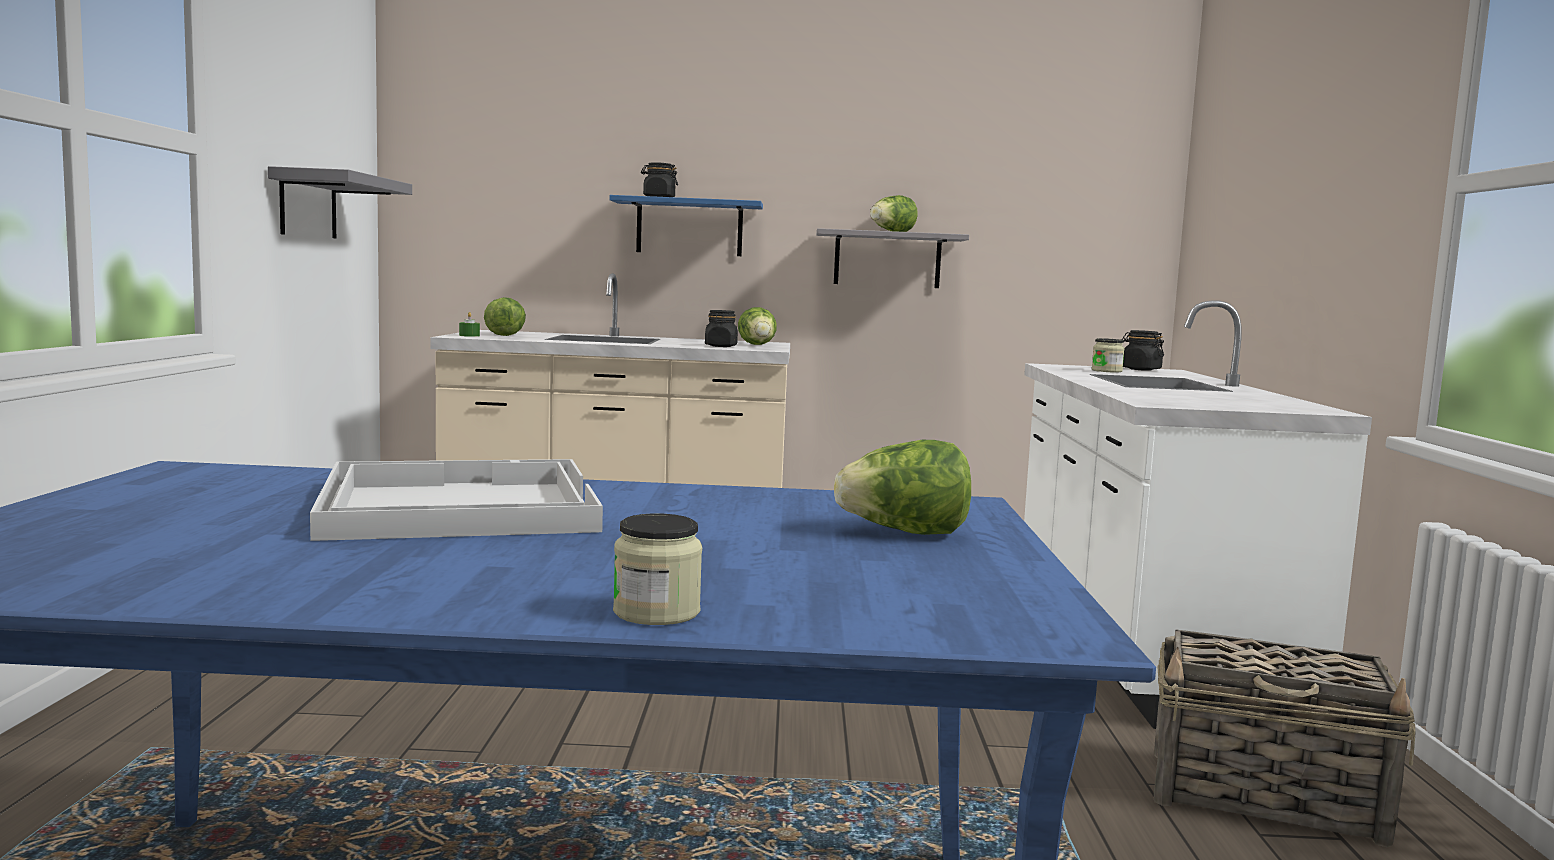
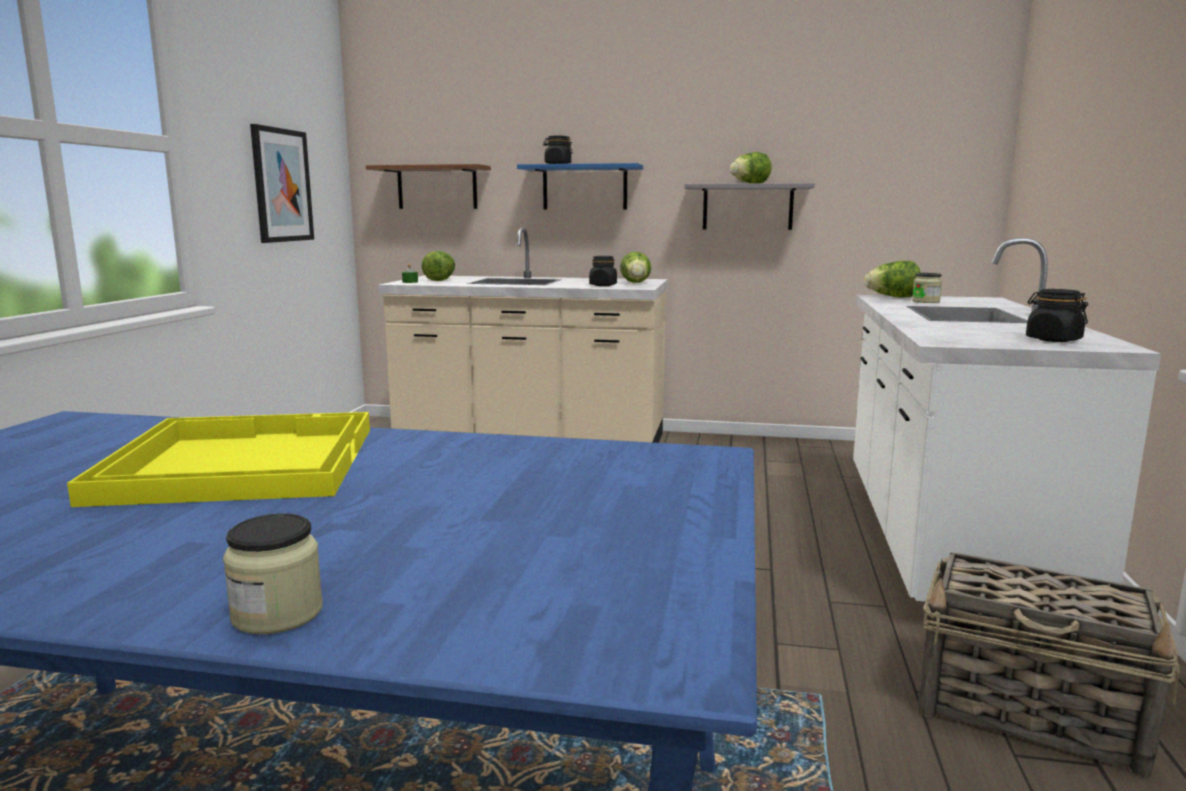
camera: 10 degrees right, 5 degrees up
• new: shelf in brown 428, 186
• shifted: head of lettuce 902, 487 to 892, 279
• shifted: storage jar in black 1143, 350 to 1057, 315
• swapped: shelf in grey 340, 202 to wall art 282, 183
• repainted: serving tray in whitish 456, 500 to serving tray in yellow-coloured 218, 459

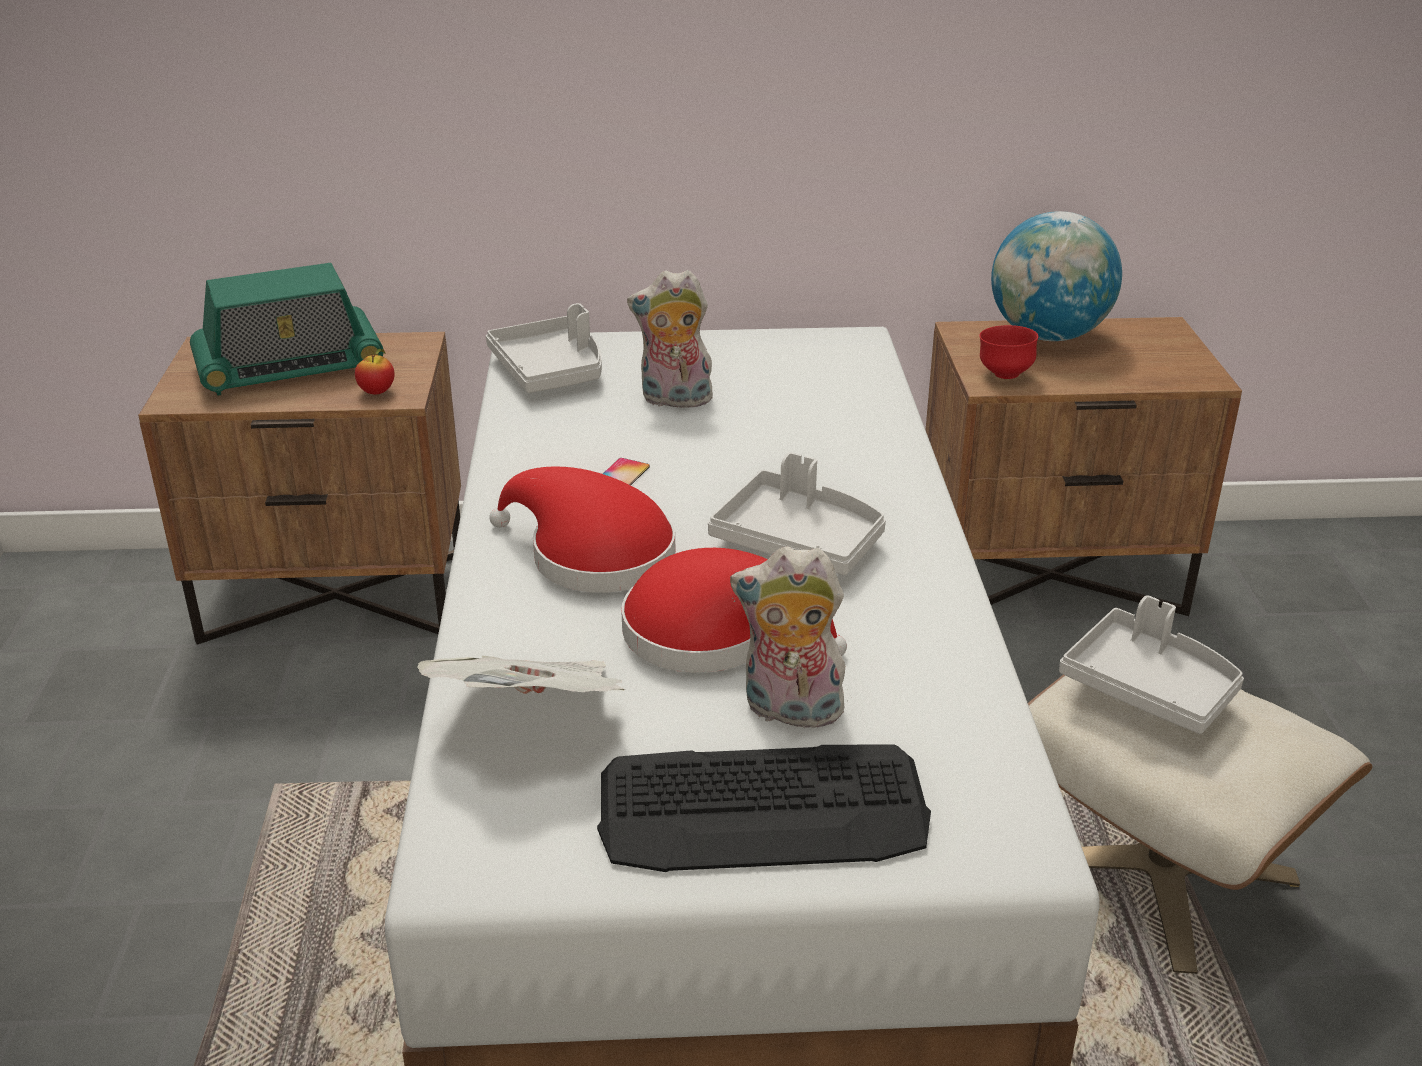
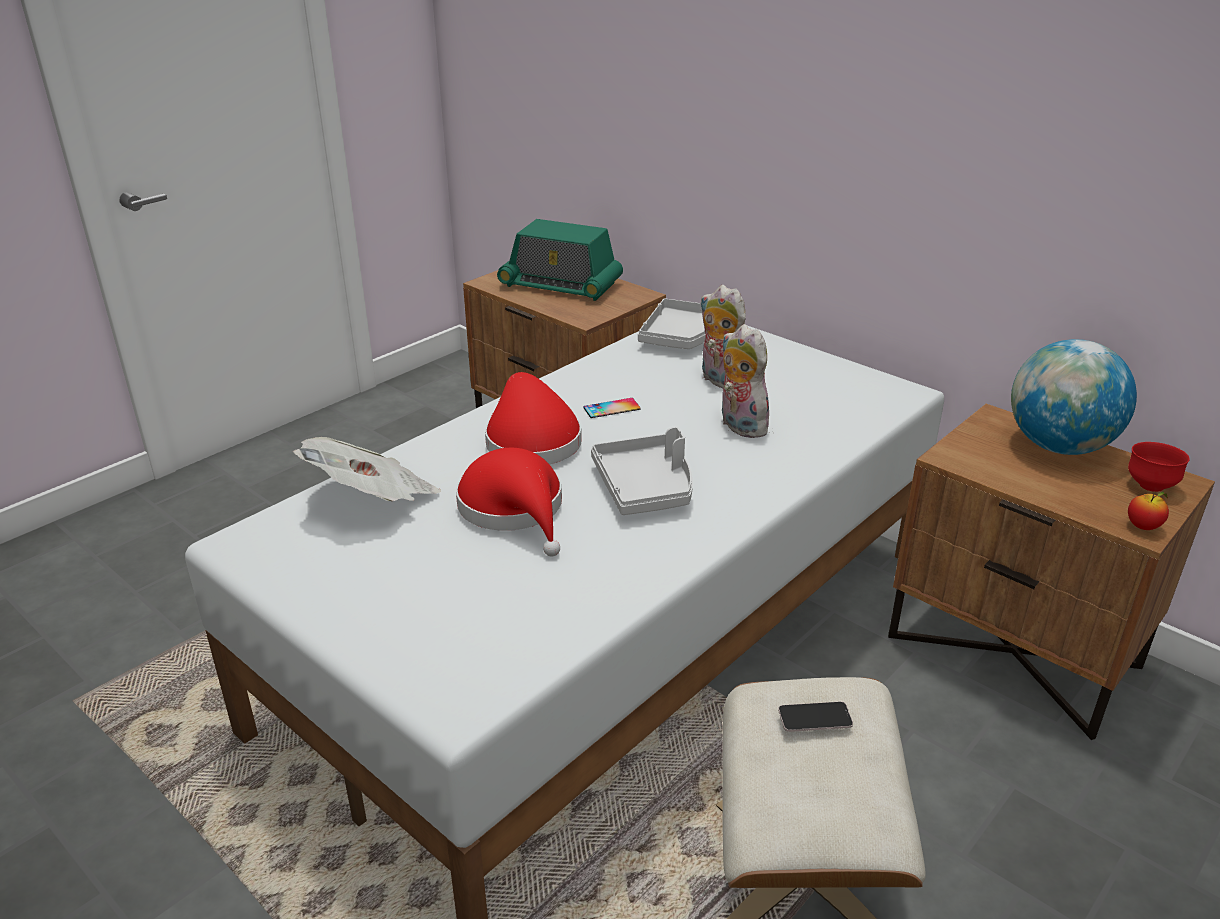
camera: 45 degrees right, 0 degrees up
• gone: keyboard 764, 808
• shifted: apple fruit 375, 371 to 1148, 511
• shifted: plush toy 791, 637 to 745, 381
• shifted: bowl in red-coloured 1008, 352 to 1159, 467
• swapped: serving tray in grey 1151, 664 to handset 815, 717

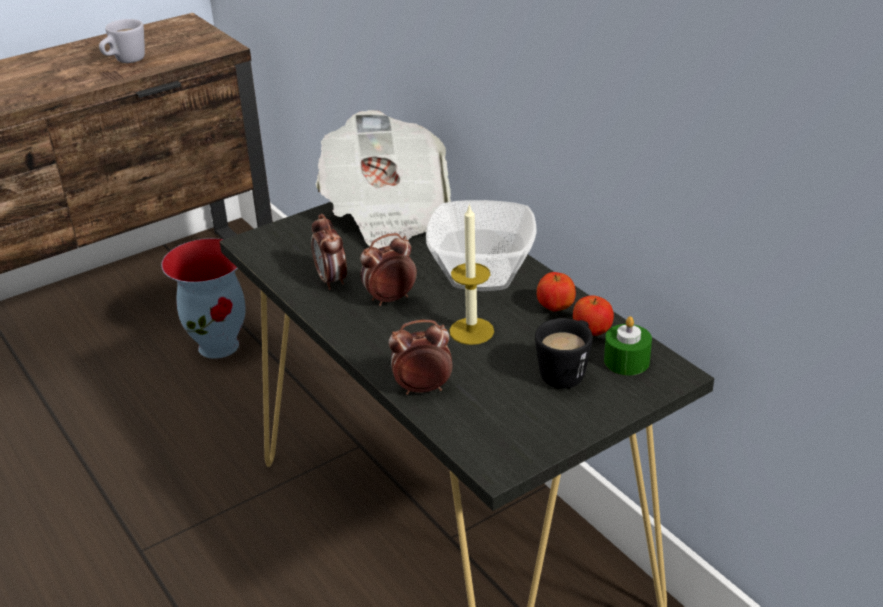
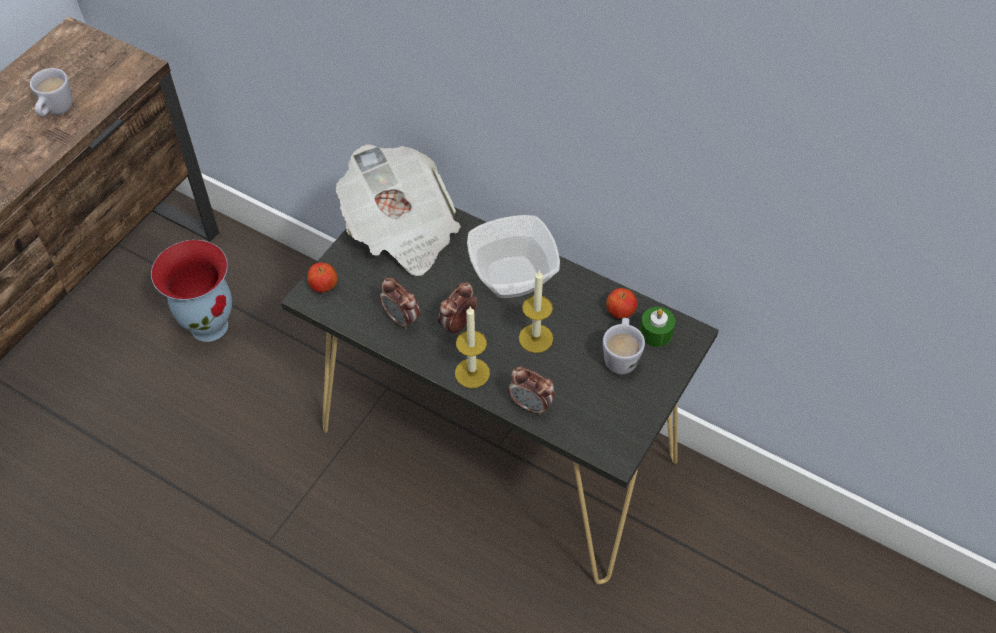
camera: 25 degrees left, 20 degrees up
• new: wax light 472, 347
• shifted: apple fruit 556, 292 to 322, 278
• repainted: tea mug in black 564, 353 to tea mug in whitish 624, 346
• rotated: table clock 421, 357 = 531, 391 120 degrees counterclockwise

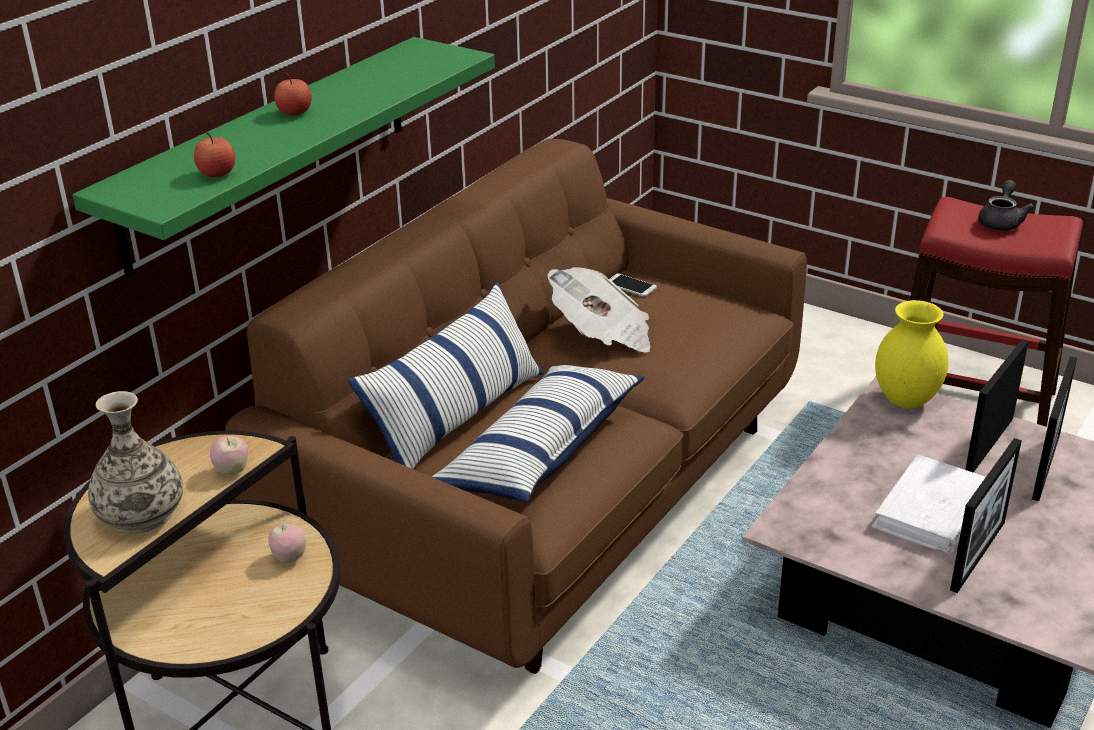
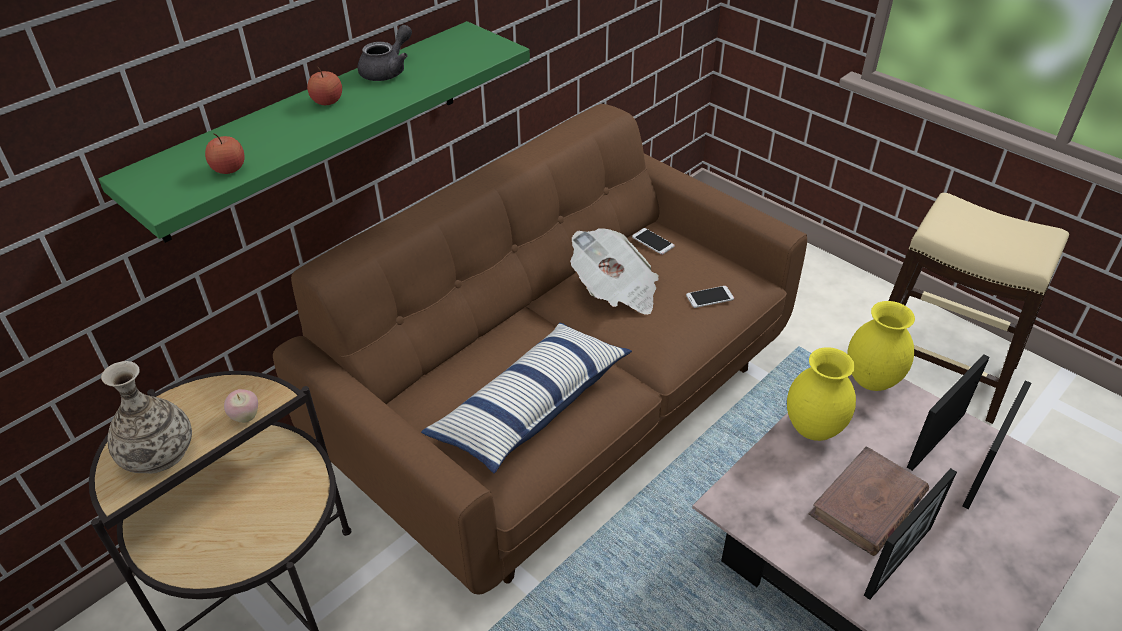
camera: 10 degrees right, 10 degrees up
• gone: apple fruit 287, 543
• gone: cushion 445, 375
• new: handset 710, 297
• new: vase in yellow-coloured 821, 394
• shifted: pot for tea in grey 1006, 205 to 384, 53
• repainted: bound book in whitish 928, 505 to bound book in brown 869, 501
• repainted: stool in red-coloured 996, 312 to stool in beige 979, 308

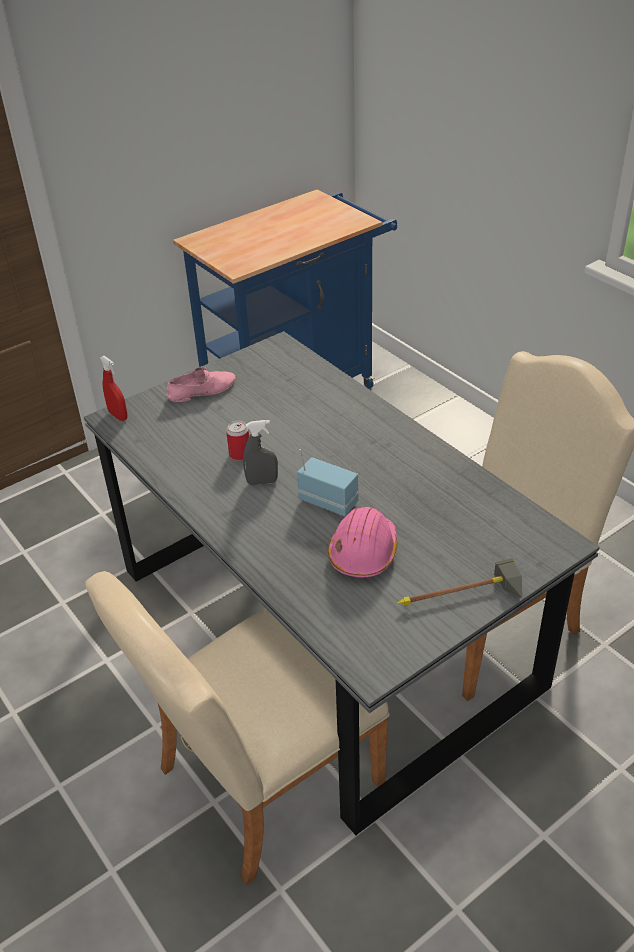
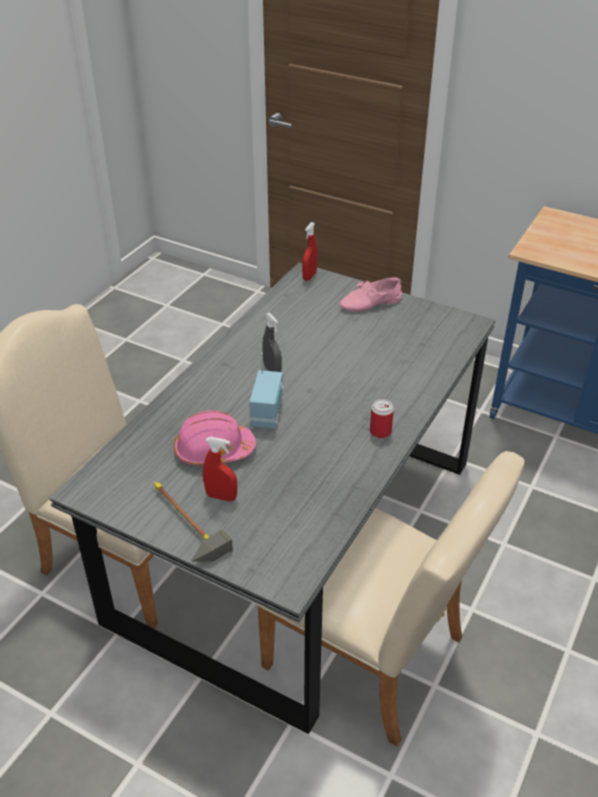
camera: 65 degrees right, 0 degrees up
• new: sprayer in red-coloured 220, 469
• shifted: metal can 237, 441 to 382, 418
• rotated: low shoe in pinkish 200, 384 = 371, 295 120 degrees clockwise

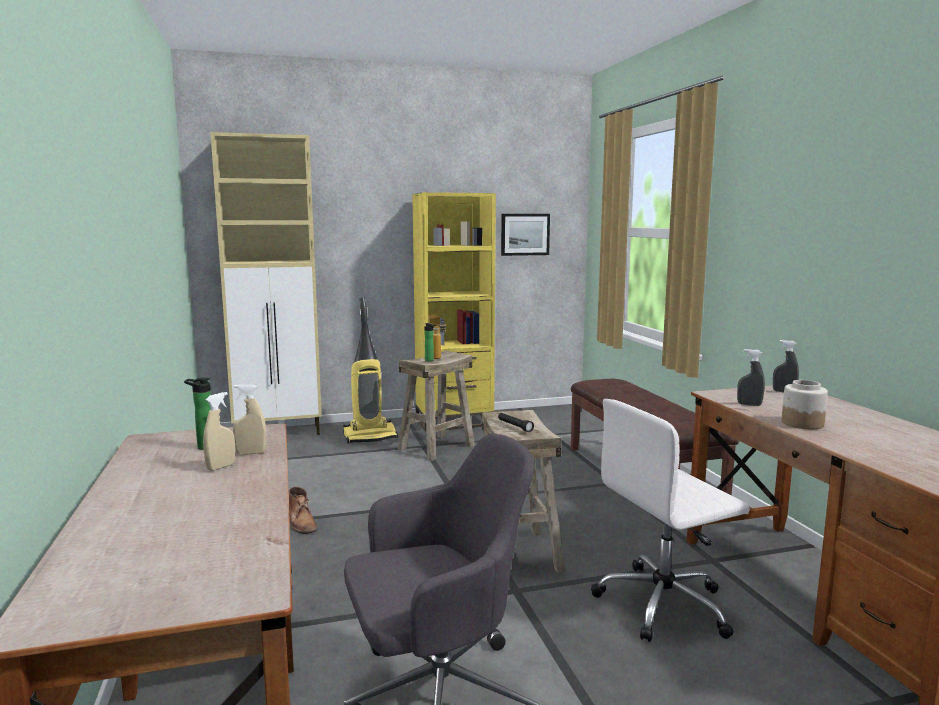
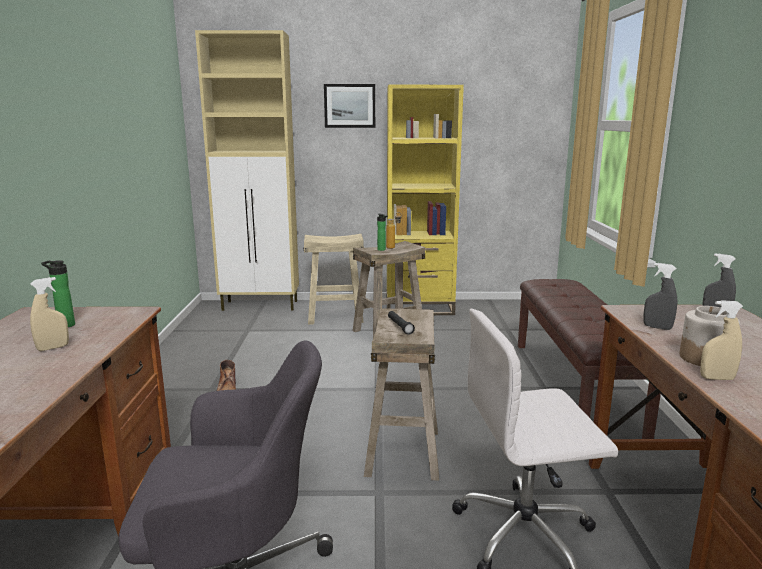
camera: 15 degrees right, 5 degrees up
• shifted: sprayer in beige 250, 419 to 721, 340
• shifted: wall art 525, 235 to 349, 106
• swapped: hoover 370, 370 to stool in beige 333, 279

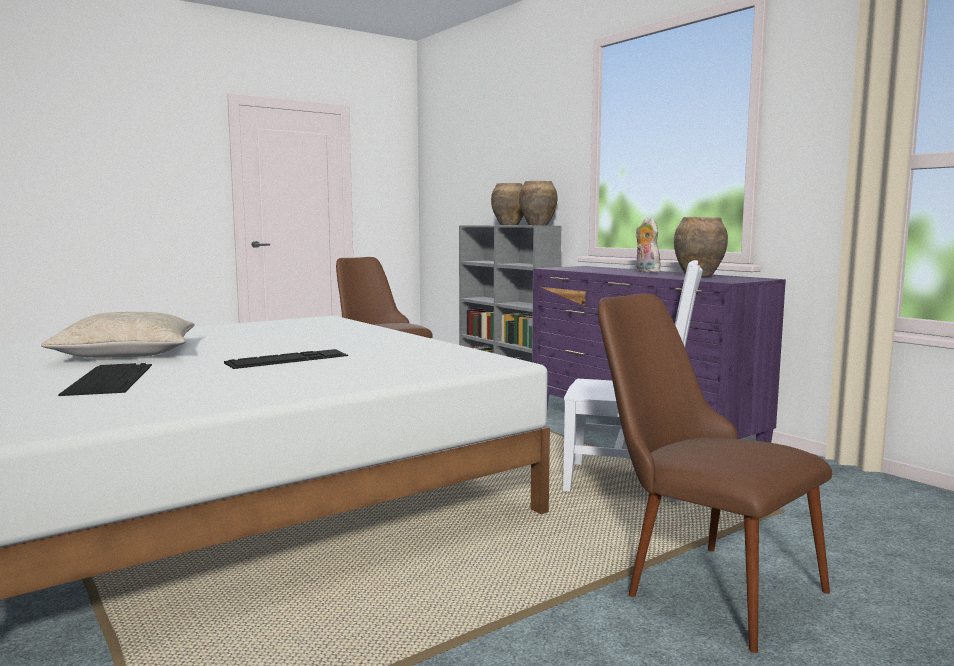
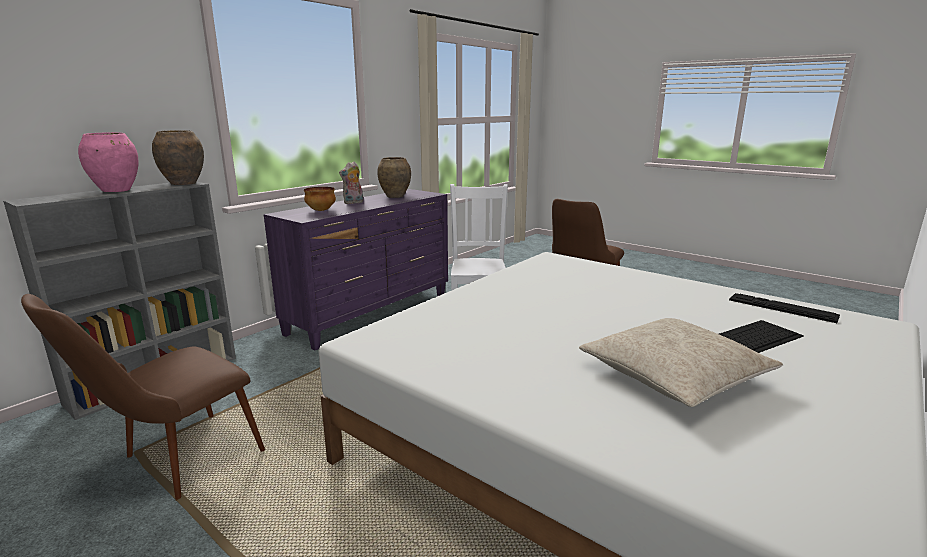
camera: 105 degrees left, 10 degrees up
• new: bowl 320, 199
• shifted: keyboard 286, 359 to 784, 308
• repainted: vase in brown 507, 204 to vase in pinkish 108, 162

